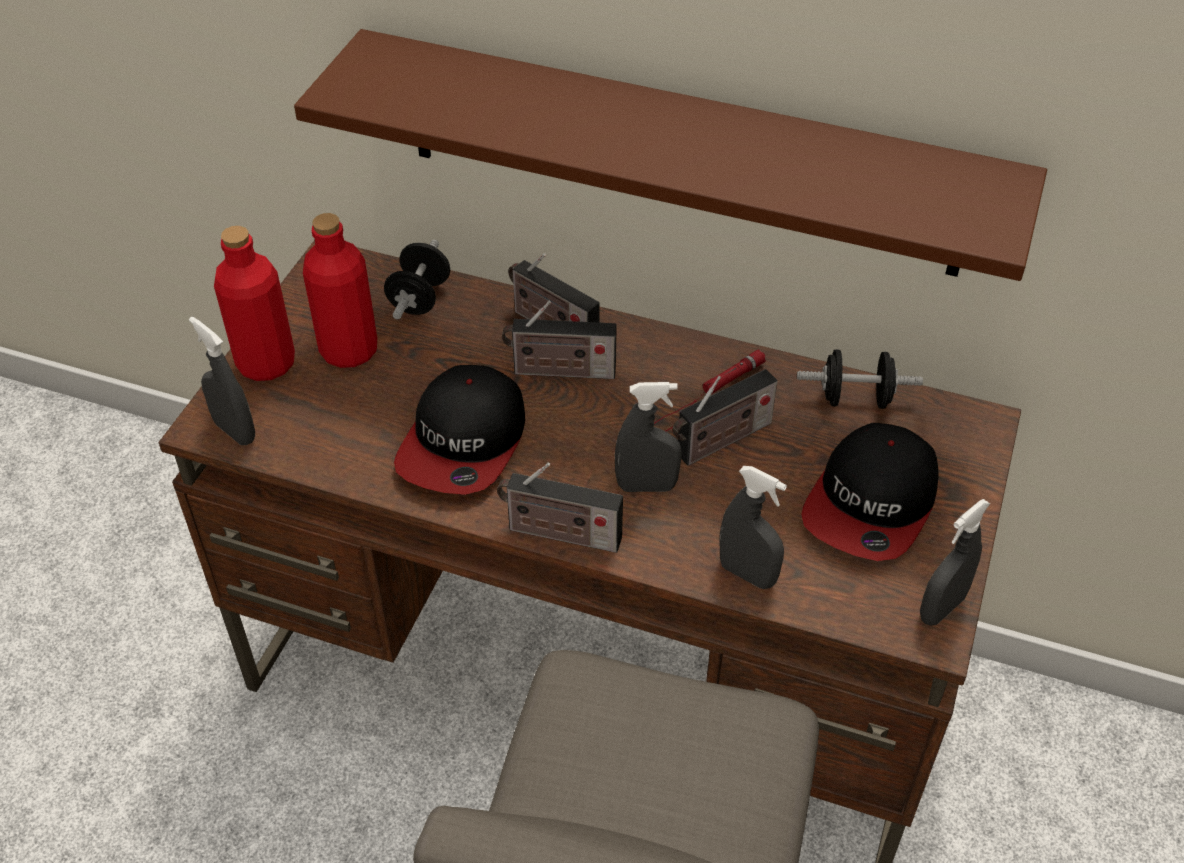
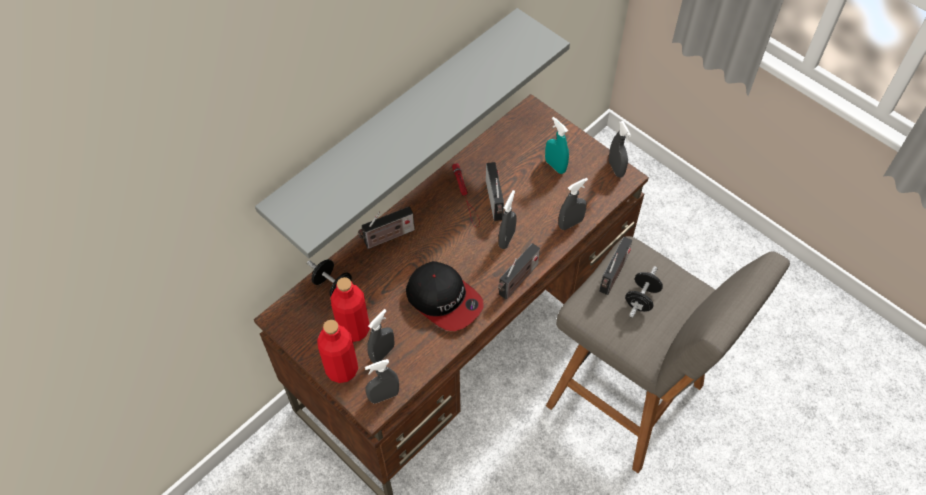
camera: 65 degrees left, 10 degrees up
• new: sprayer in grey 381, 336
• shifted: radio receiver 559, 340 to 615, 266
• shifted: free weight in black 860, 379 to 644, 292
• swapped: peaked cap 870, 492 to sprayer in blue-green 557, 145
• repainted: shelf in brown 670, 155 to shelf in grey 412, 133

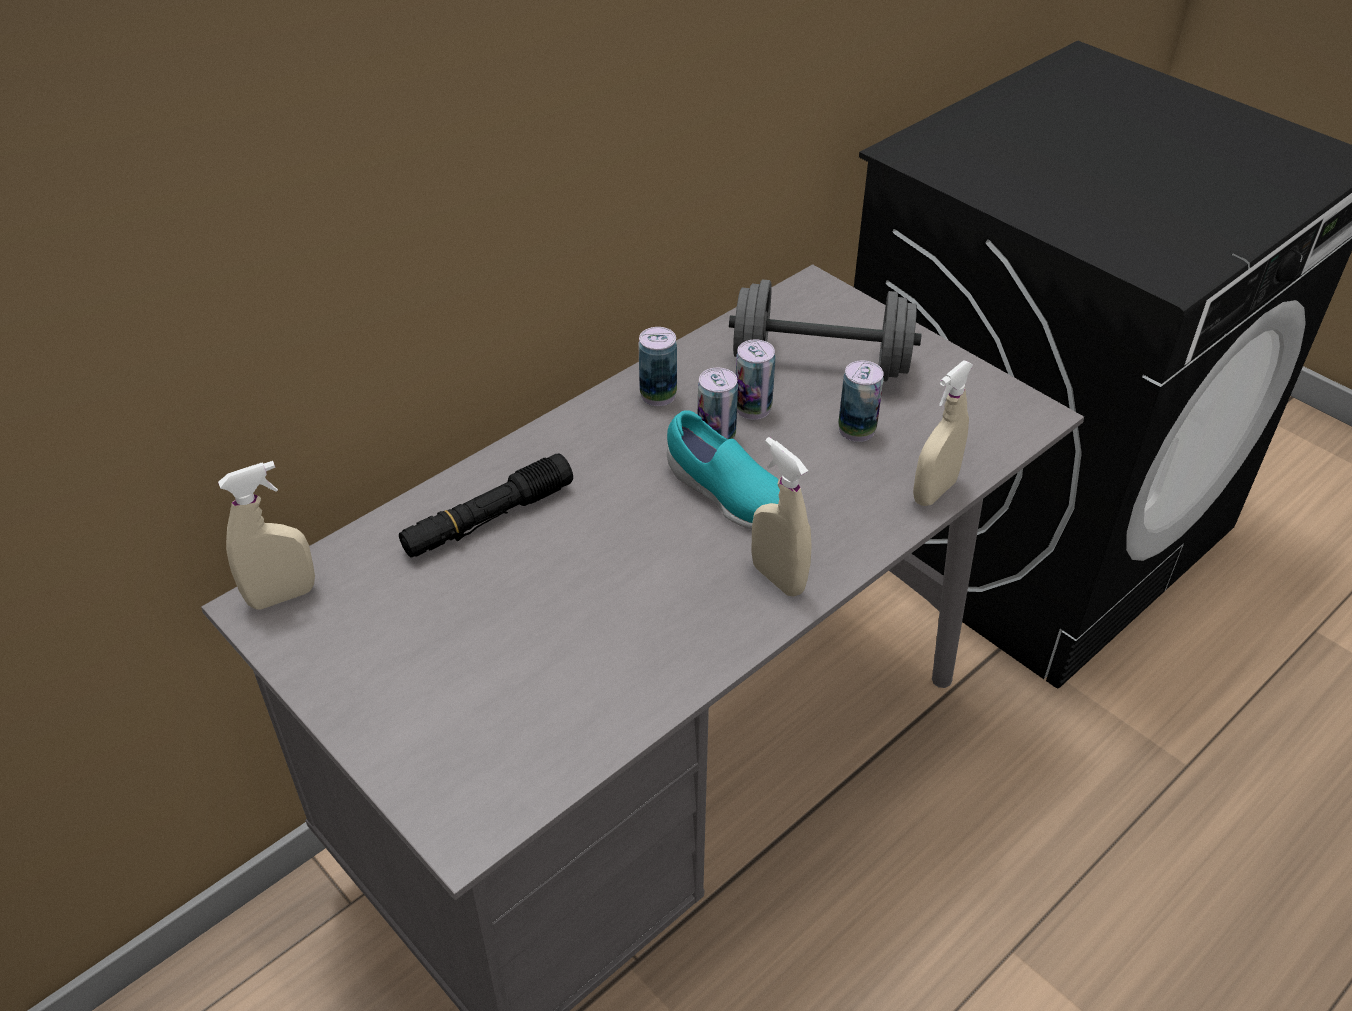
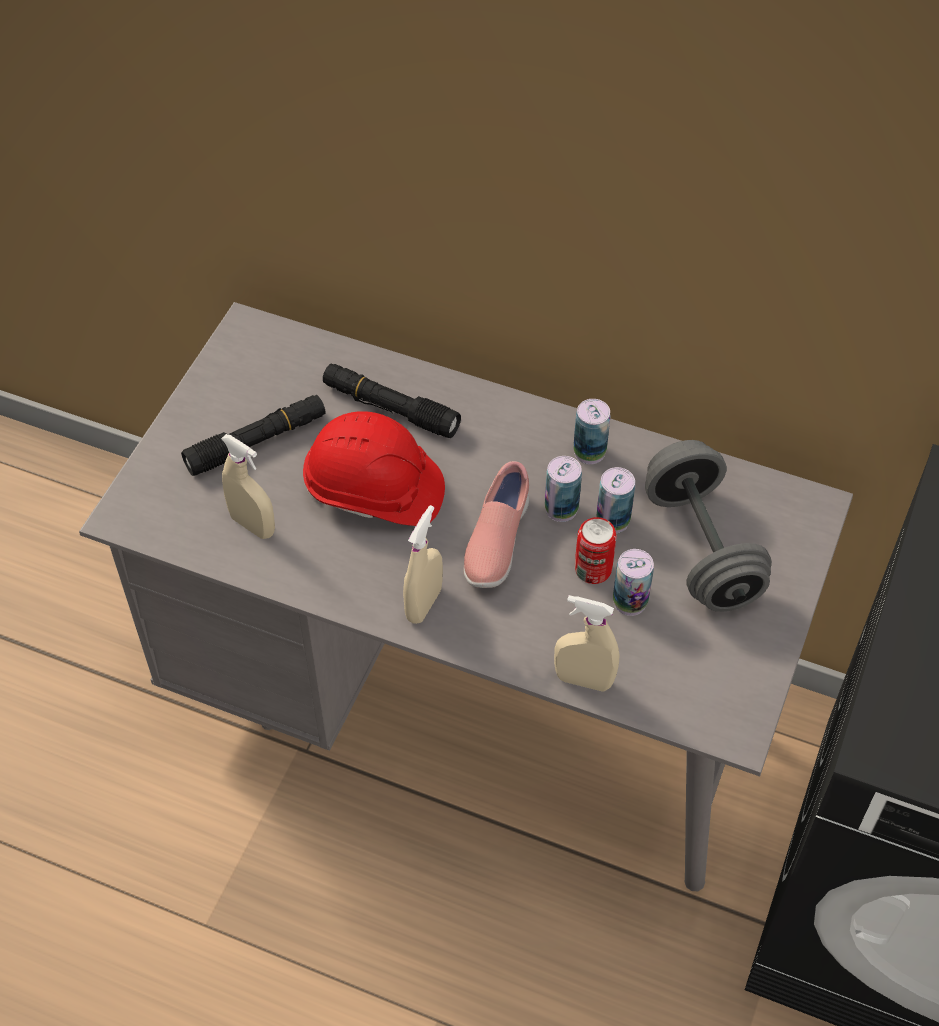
camera: 65 degrees right, 10 degrees up
• new: torch in black 253, 435
• new: hard hat in red-coloured 374, 468
• new: metal can 596, 550
• shifted: sprayer in beige 266, 535 to 248, 486
• repainted: low shoe in blue-green 723, 470 to low shoe in pinkish 496, 524

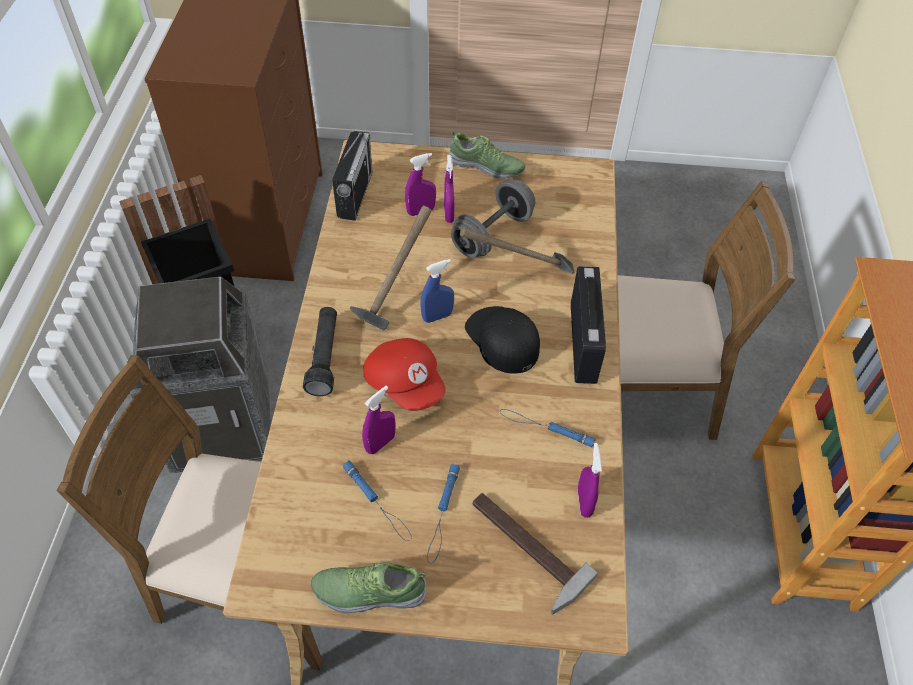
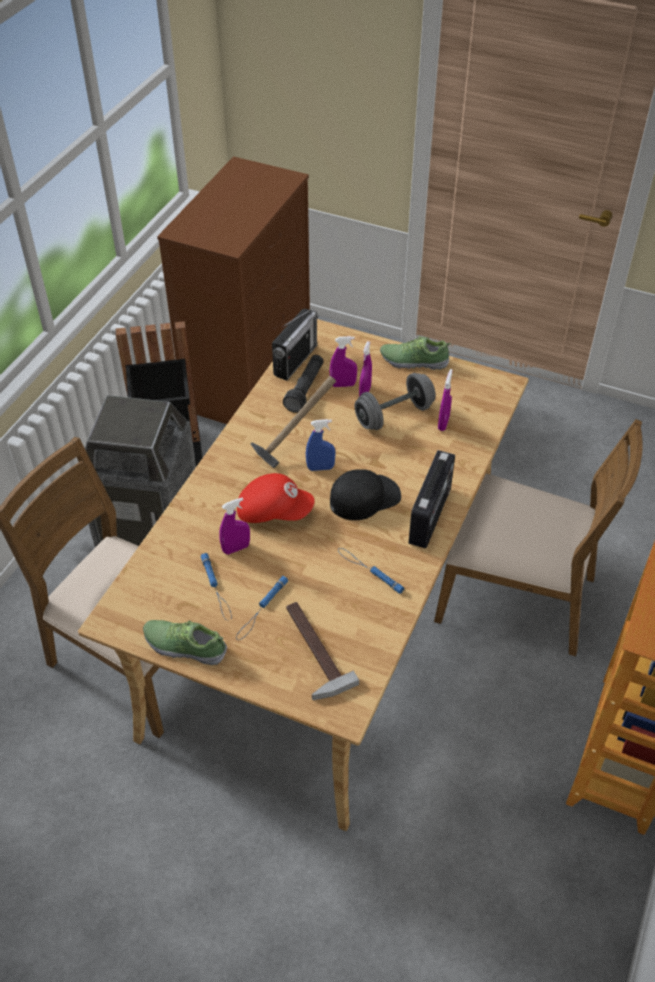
camera: 20 degrees right, 5 degrees down
• gone: hammer 517, 250
• shifted: torch in black 320, 351 to 303, 384
• shifted: sprayer in purple-coloured 590, 480 to 445, 400
• rotated: peaked cap in red-coloured 404, 374 = 276, 498 60 degrees counterclockwise
• rotated: low shoe 487, 155 = 415, 353 150 degrees clockwise
• rotated: peaked cap in black 502, 340 = 365, 494 75 degrees clockwise

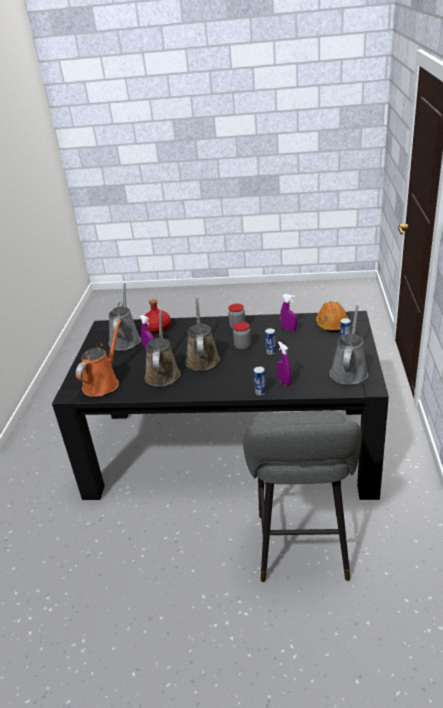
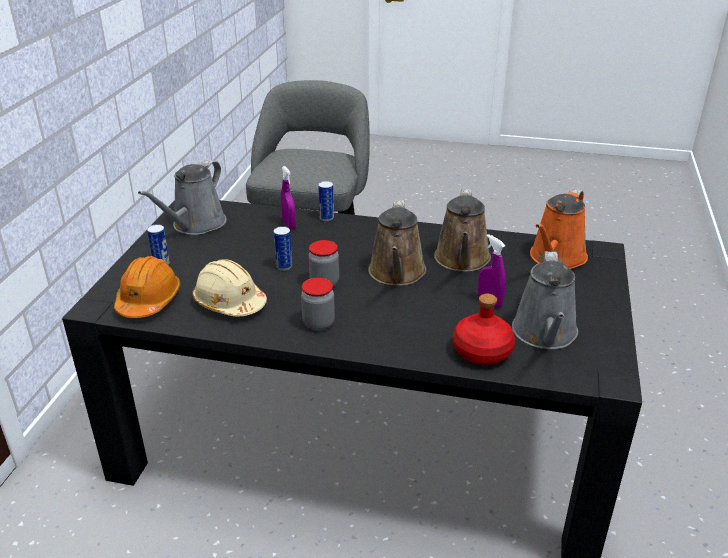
camera: 175 degrees left, 0 degrees up
• swapped: sprayer in purple-coloured 288, 312 to hard hat in beige 229, 287

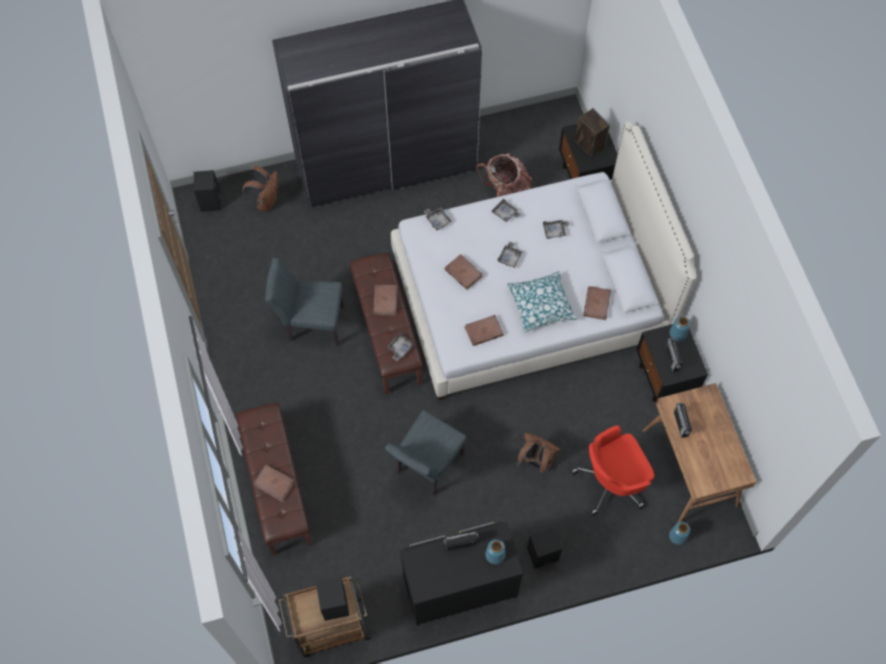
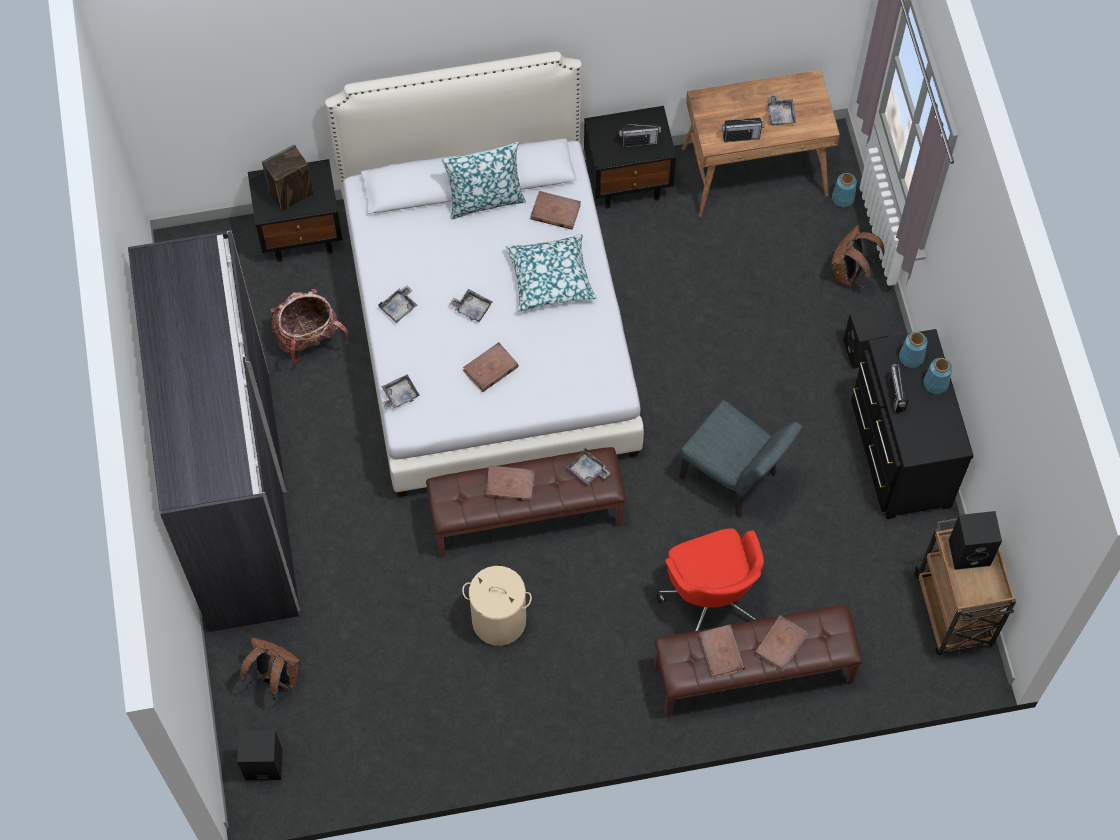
camera: 85 degrees left, 0 degrees up
• new: cushion 483, 180
• shifted: bound book in brown 484, 330 to 722, 652
• shifted: rucksack in brown 538, 454 to 858, 256
• shifted: serving tray in grey 556, 229 to 781, 109
• shifted: computer chair in red-coloured 612, 470 to 710, 579
• shifted: vase in blue-coloured 679, 328 to 937, 376
• swapped: upright chair in grey 304, 302 to hamper in beige 497, 606

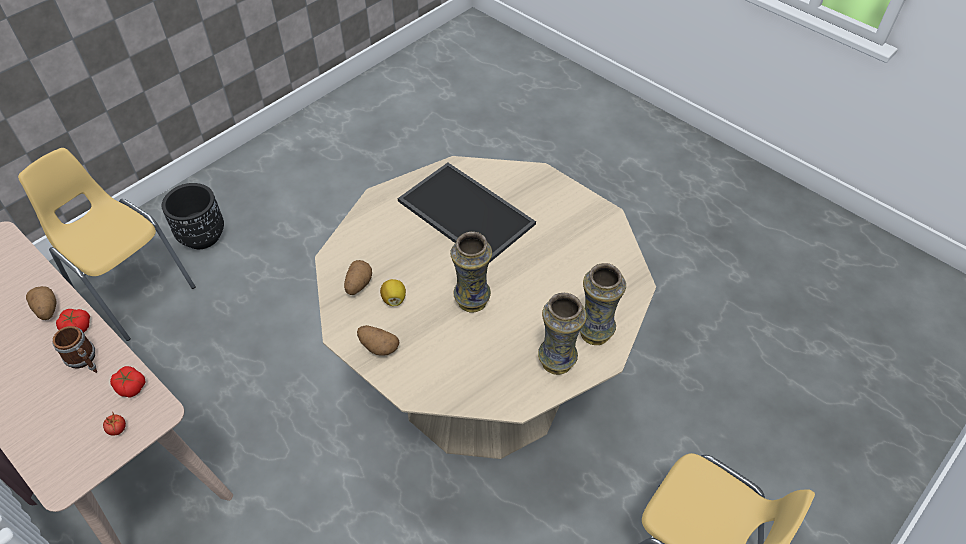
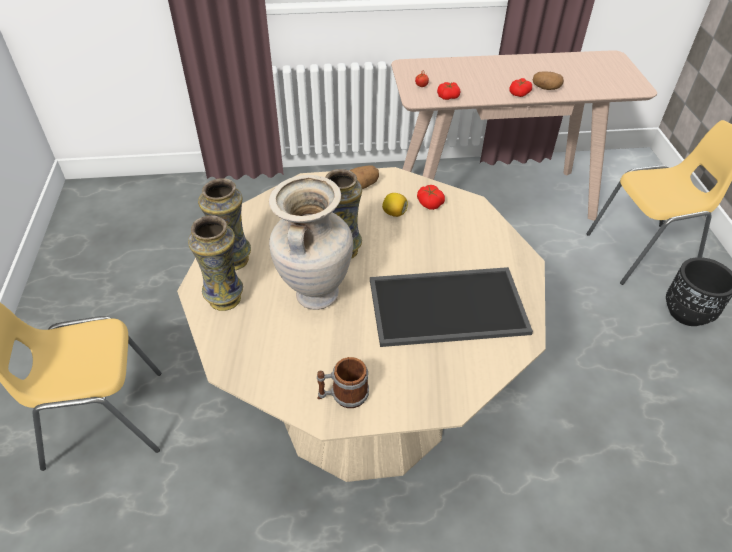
camera: 130 degrees right, 5 degrees down
• new: vase in beige 311, 242
• shifted: tea mug 75, 349 to 343, 382
• swapped: whole potato 358, 277 to tomato 431, 197

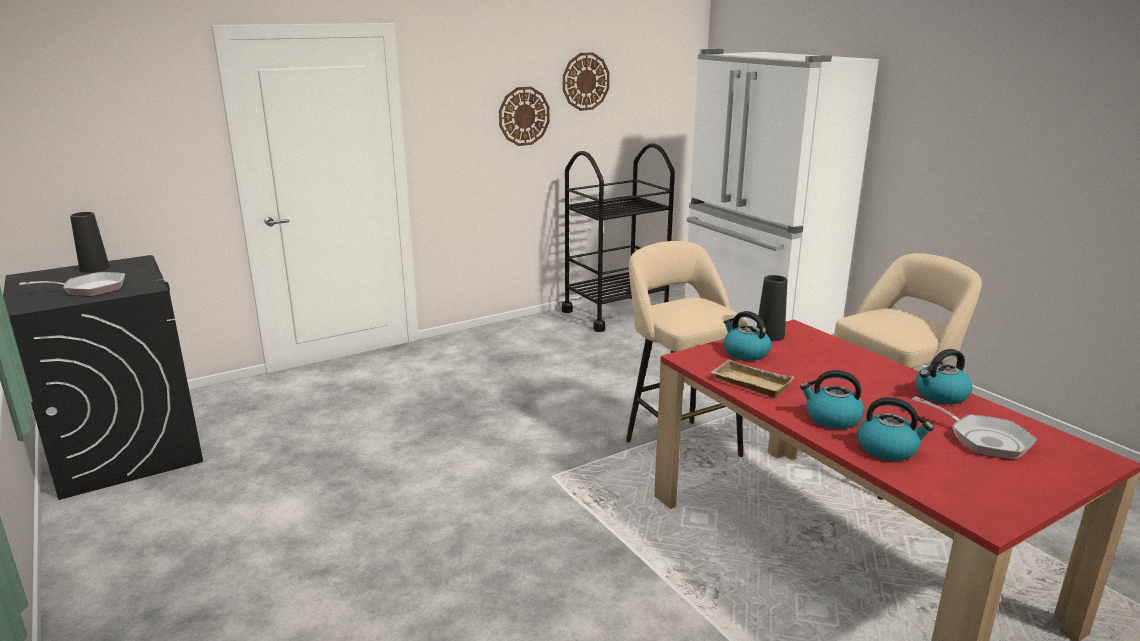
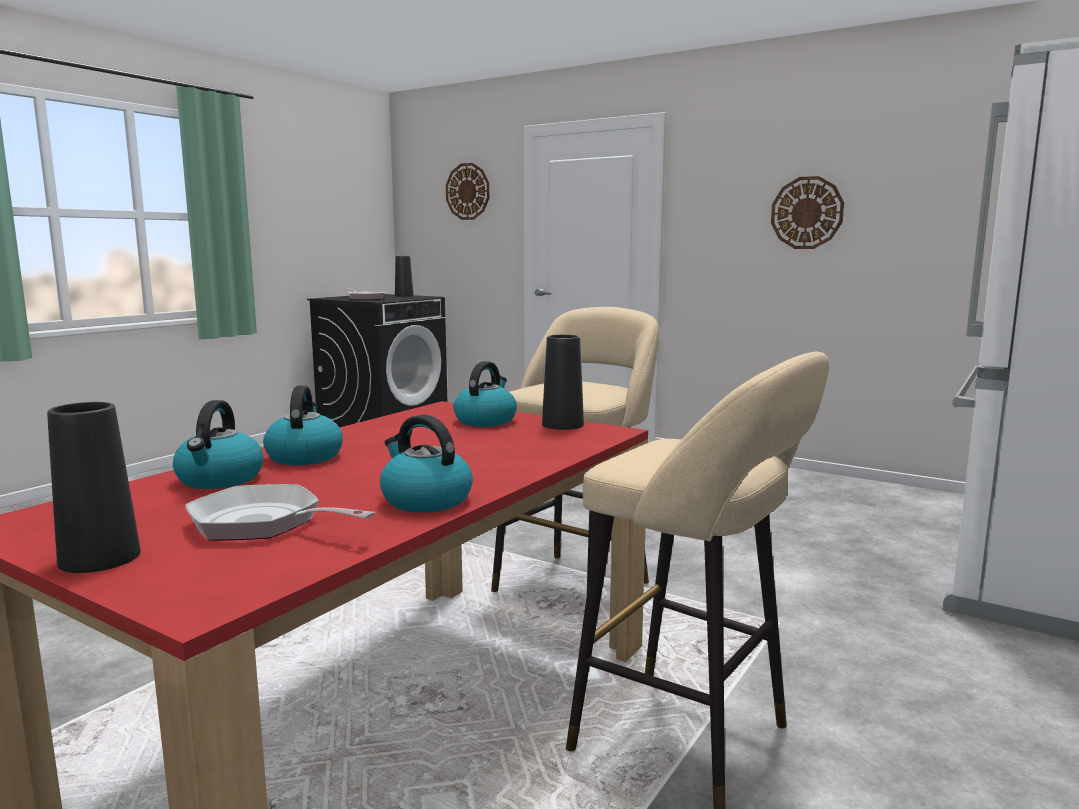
camera: 65 degrees right, 10 degrees down
• gone: wheeled cart in black 618, 237
• gone: serving tray in beige 752, 378
• new: vase in black 94, 487
• shifted: wall clock 586, 81 to 467, 191
• rotated: skillet 974, 428 = 280, 512 90 degrees clockwise

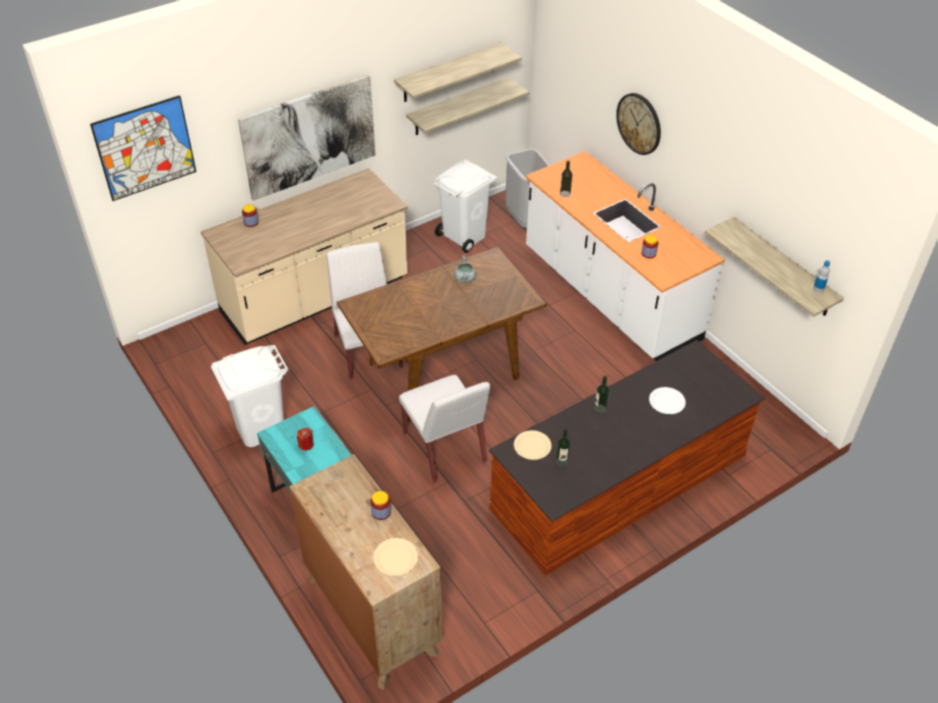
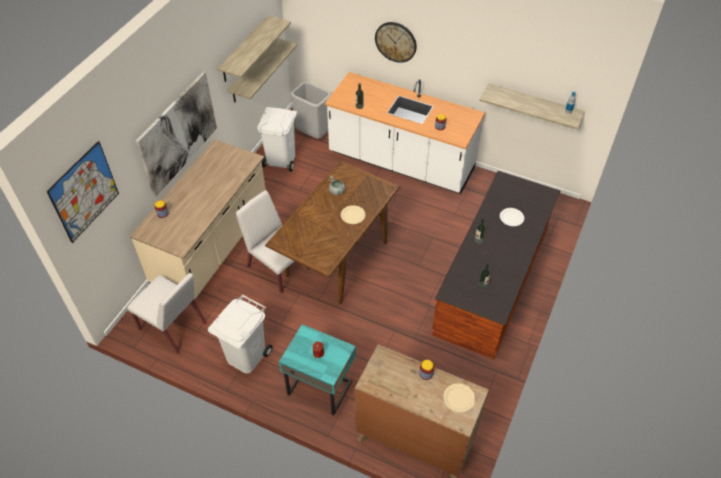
camera: 30 degrees left, 5 degrees up
• shifted: upright chair in whitish 444, 428 to 167, 313
• shifted: flat dish in beige 533, 445 to 353, 214

